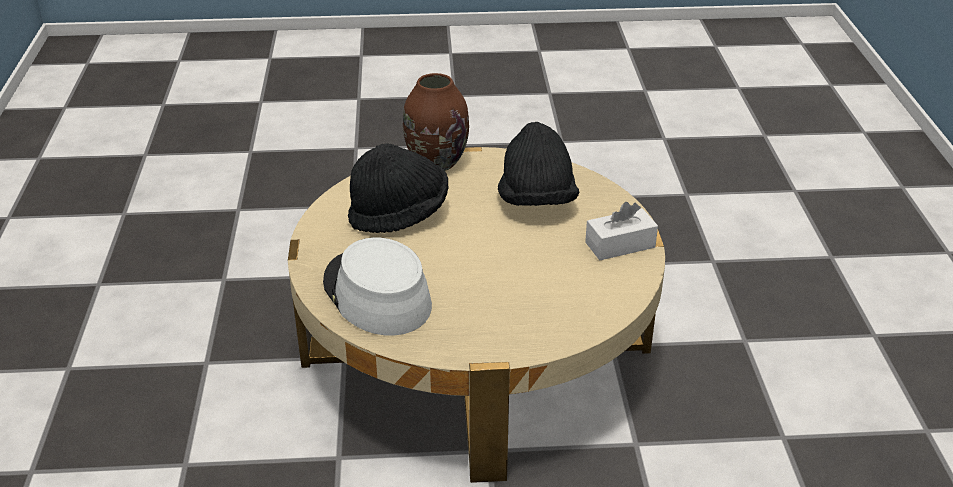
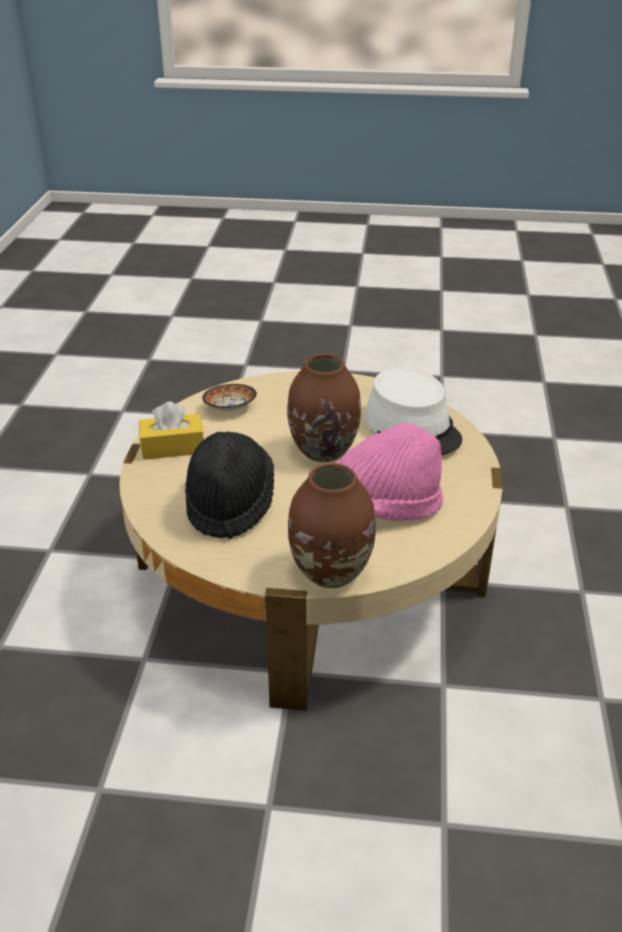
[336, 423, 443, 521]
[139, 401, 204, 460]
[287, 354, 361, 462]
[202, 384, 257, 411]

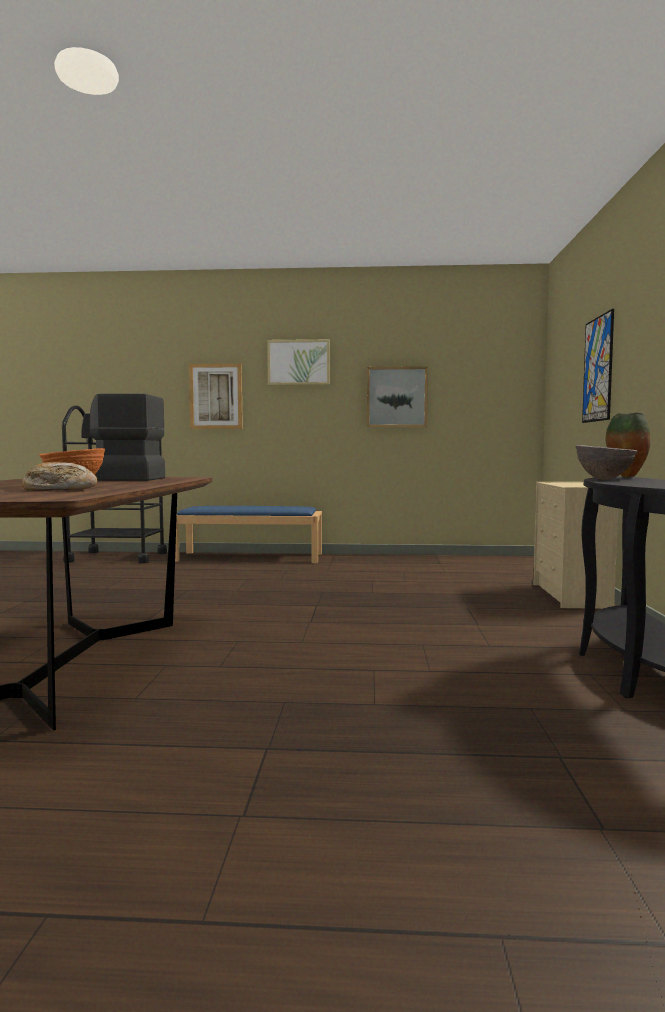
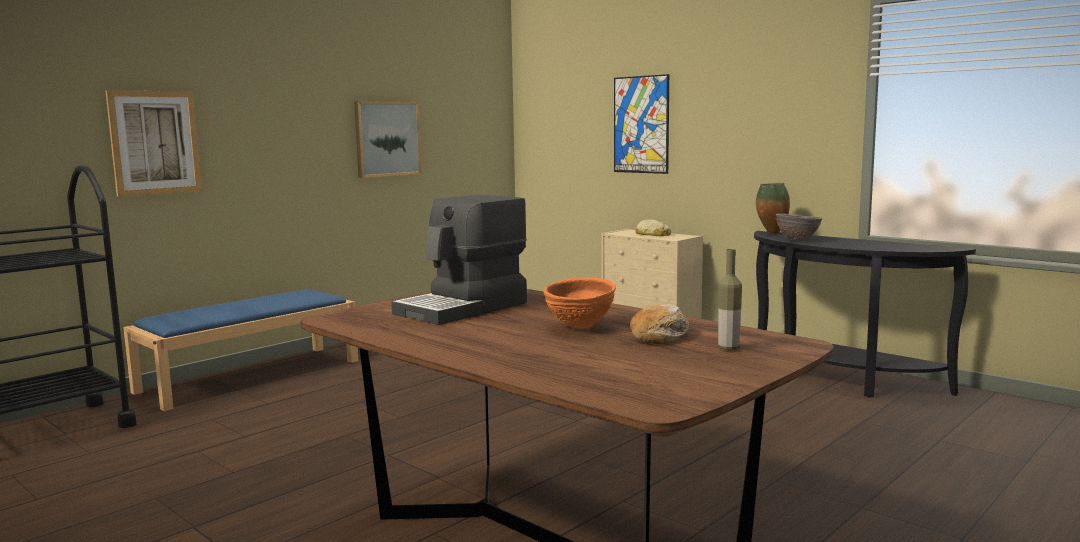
[267, 339, 330, 385] (first image)
[636, 220, 671, 236]
[718, 249, 742, 350]

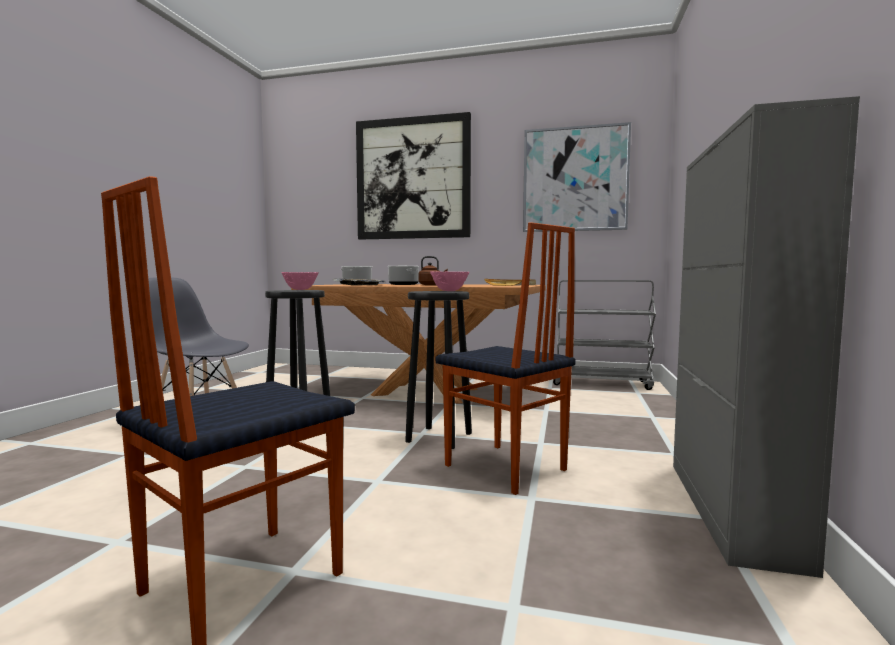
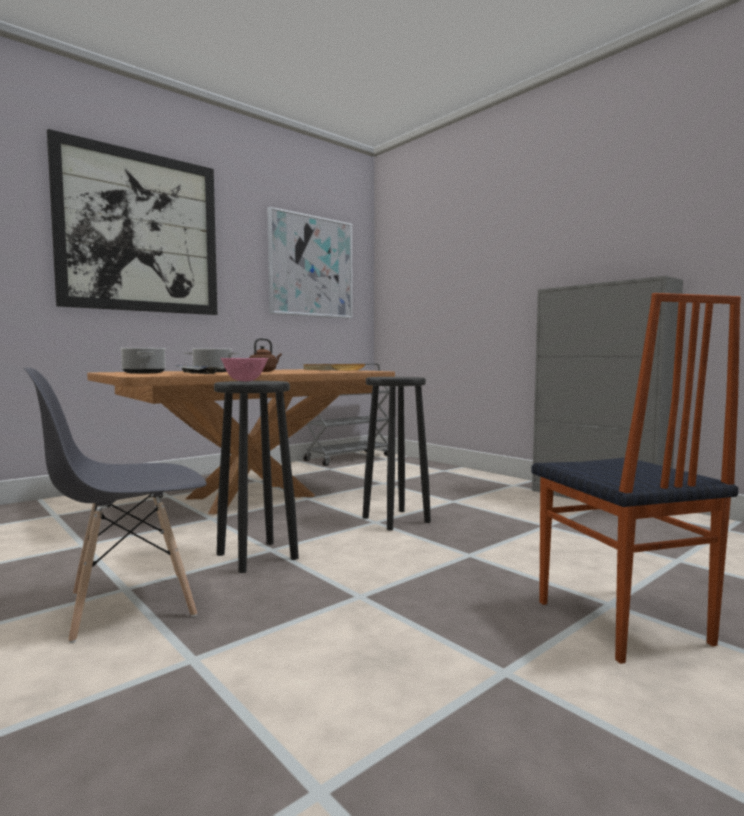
[436, 222, 576, 495] (first image)
[430, 272, 469, 291] (first image)

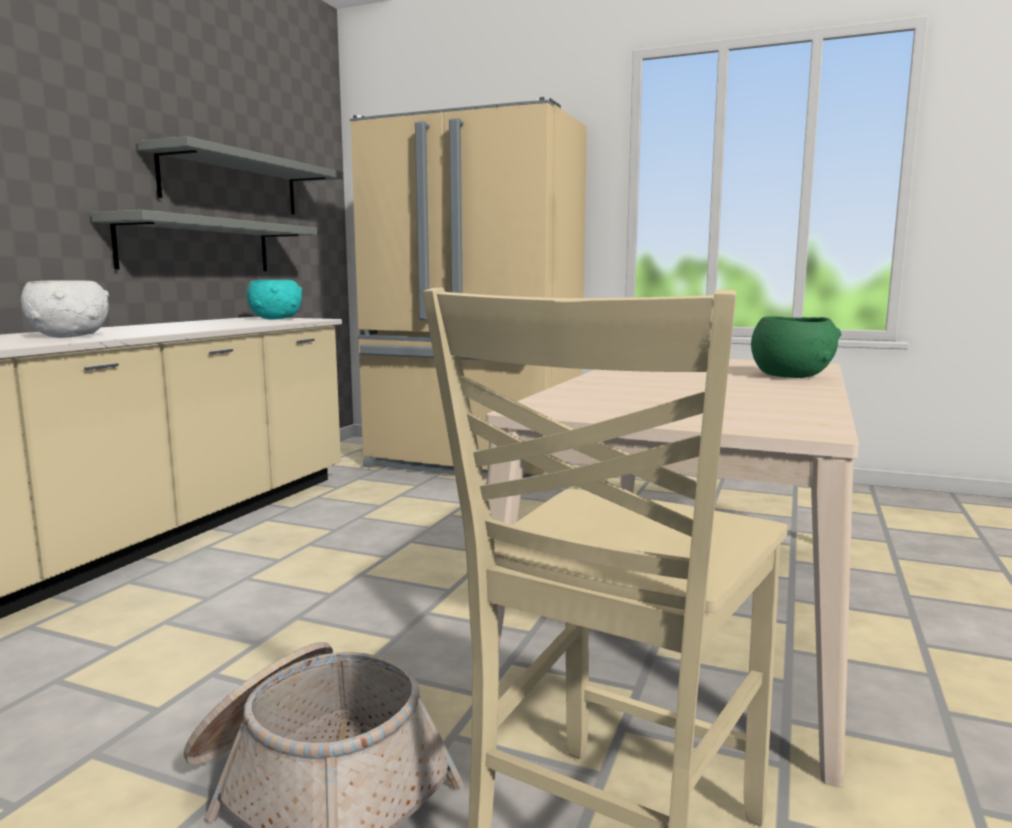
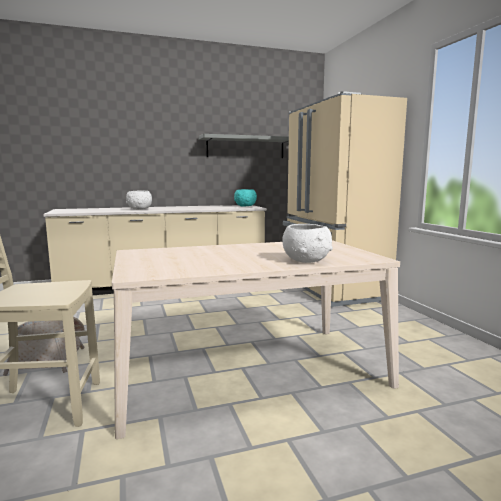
[91, 210, 317, 271] (first image)
[283, 224, 333, 263]

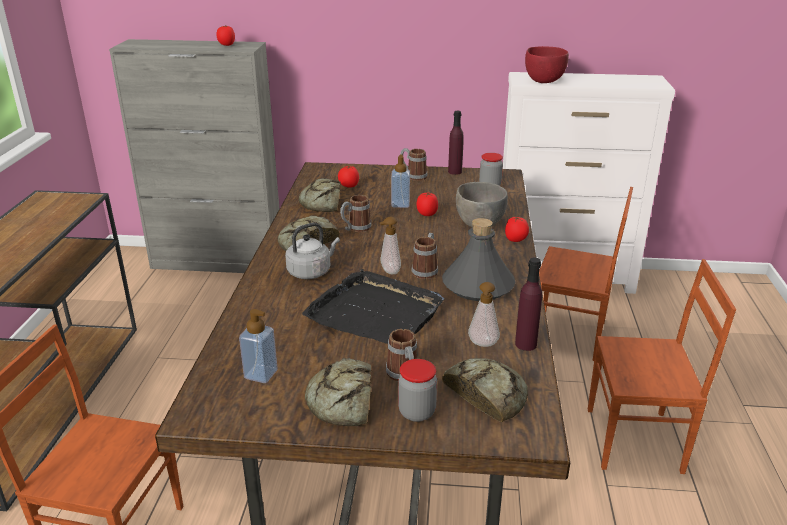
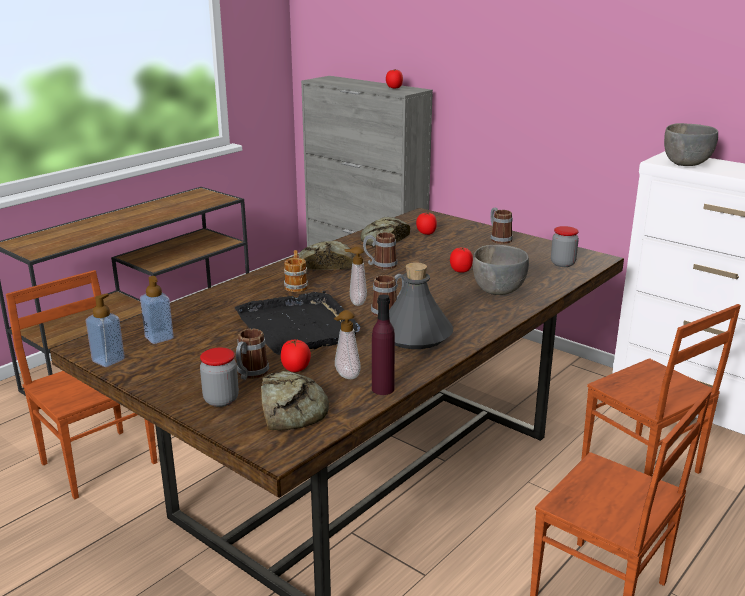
[664, 123, 718, 166]
[448, 111, 464, 175] (first image)
[86, 293, 125, 367]
[281, 339, 311, 372]
[284, 250, 308, 292]
[305, 358, 372, 426] (first image)

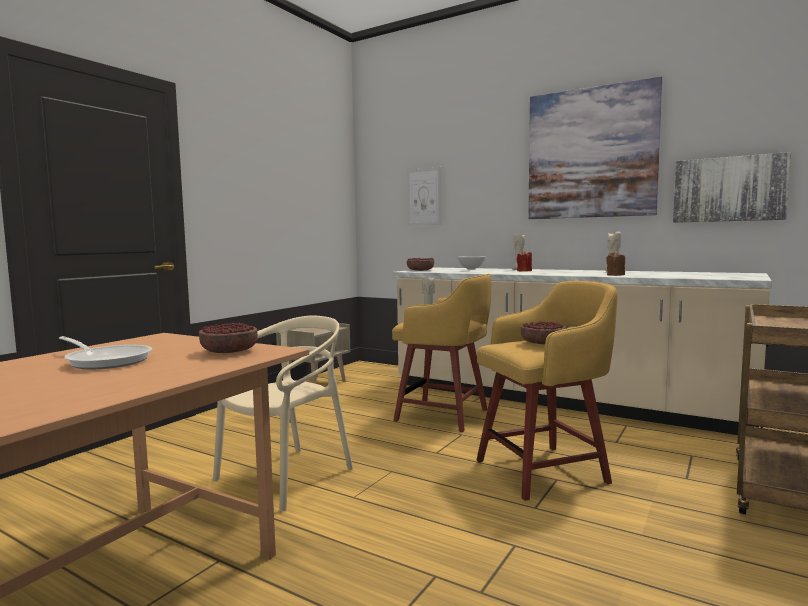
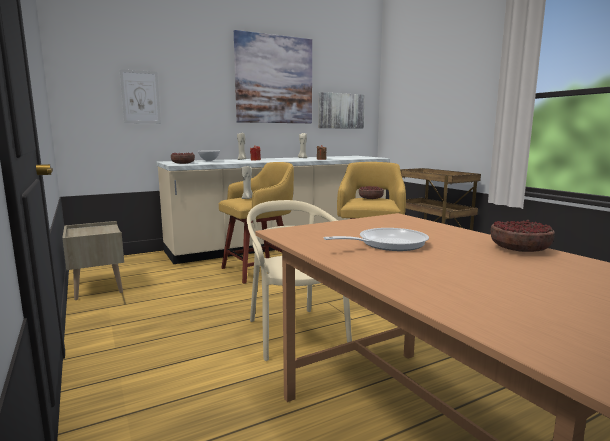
[491, 220, 555, 252]

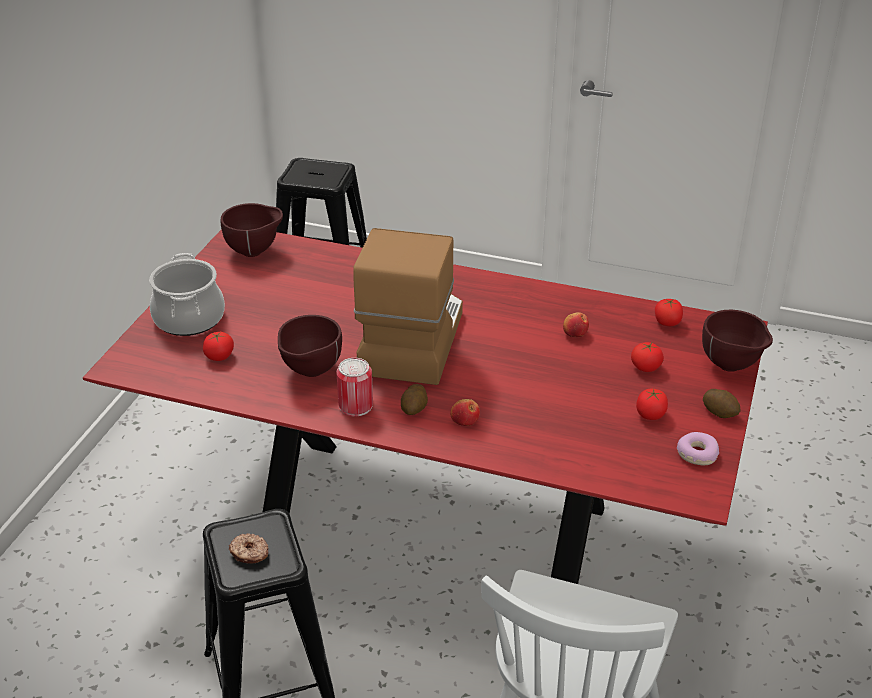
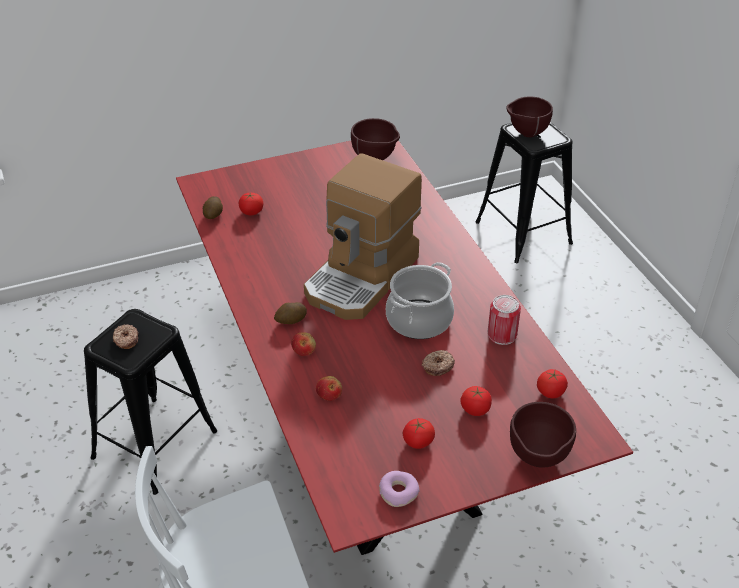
[304, 153, 422, 320]
[386, 262, 454, 339]
[316, 376, 342, 401]
[507, 97, 553, 137]
[488, 295, 521, 345]
[203, 196, 223, 219]
[422, 350, 455, 376]

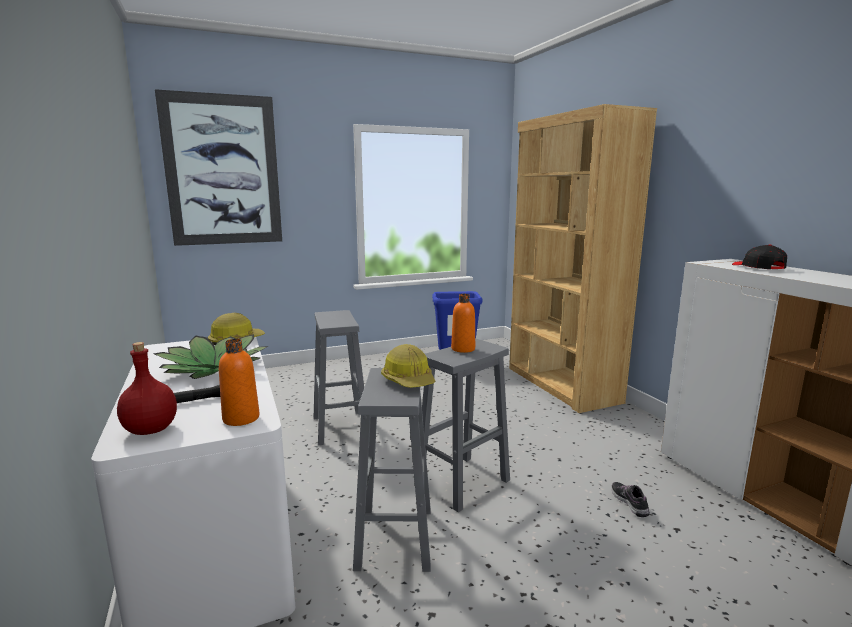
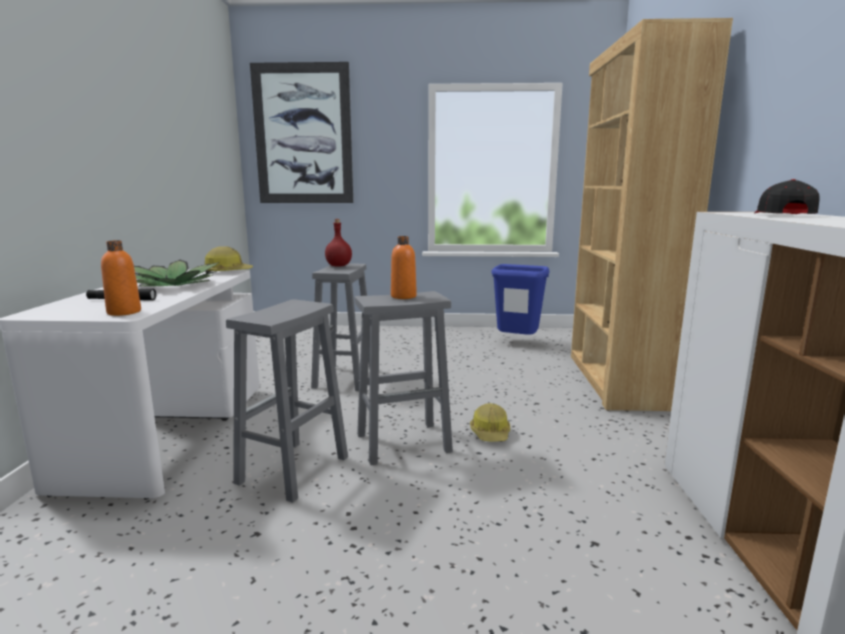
[325, 219, 352, 267]
[470, 403, 510, 442]
[611, 482, 650, 517] (first image)

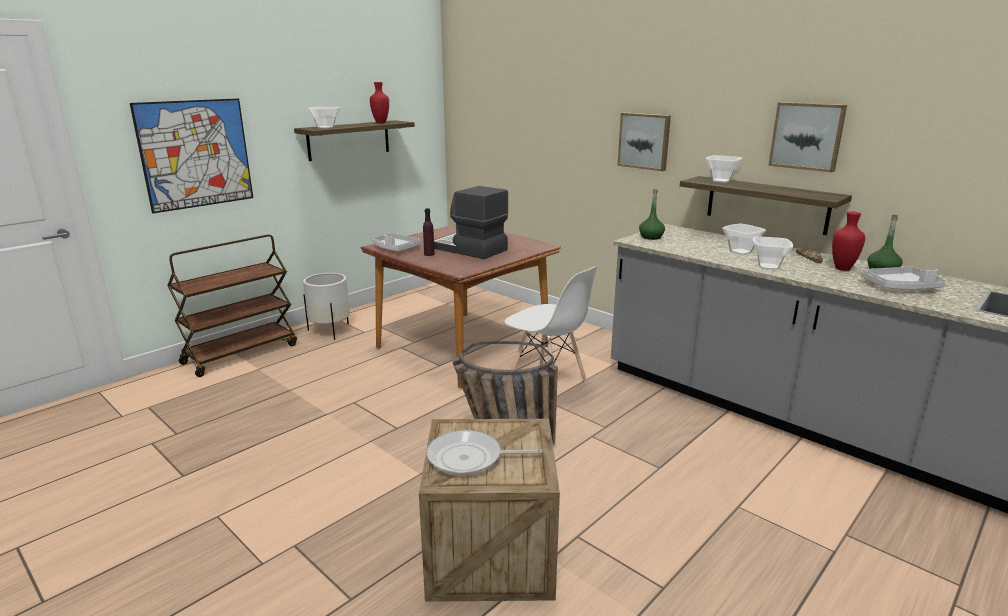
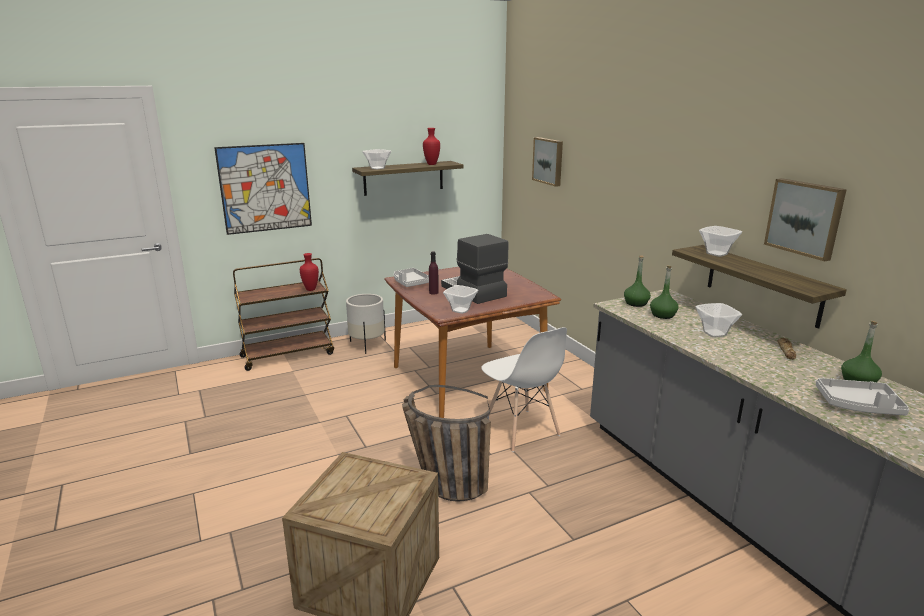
[532, 137, 563, 187]
[300, 253, 319, 291]
[443, 285, 478, 314]
[426, 430, 542, 476] (first image)
[650, 265, 679, 319]

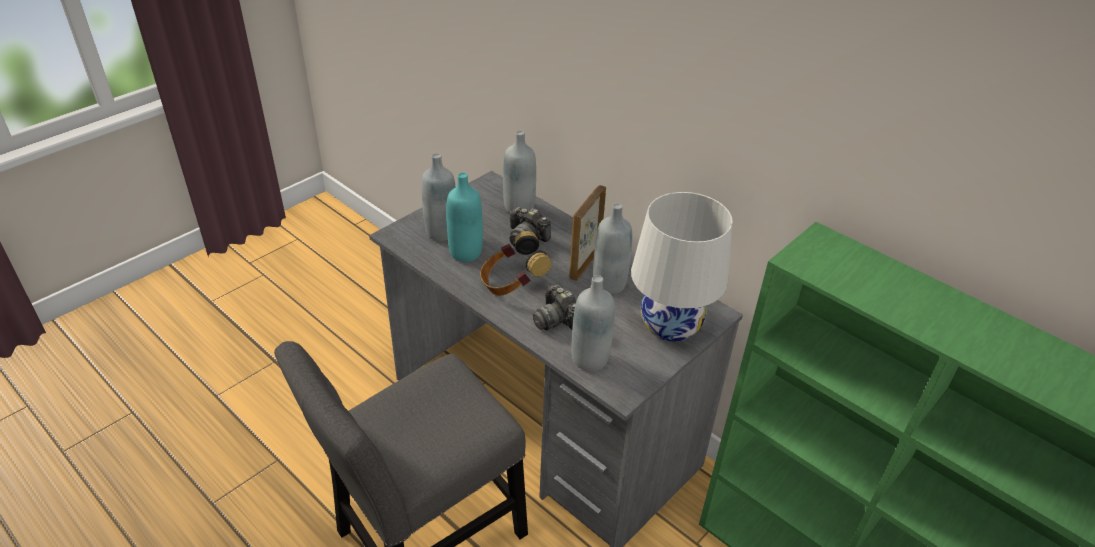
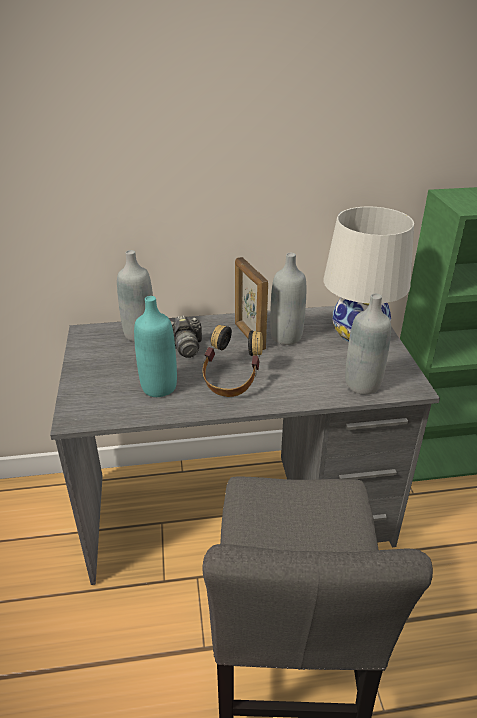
[421, 153, 456, 241] (first image)
[533, 284, 576, 331] (first image)

